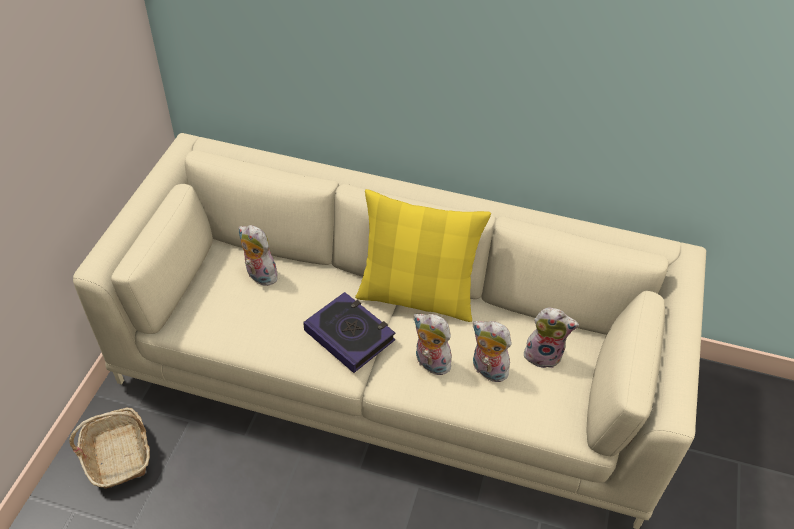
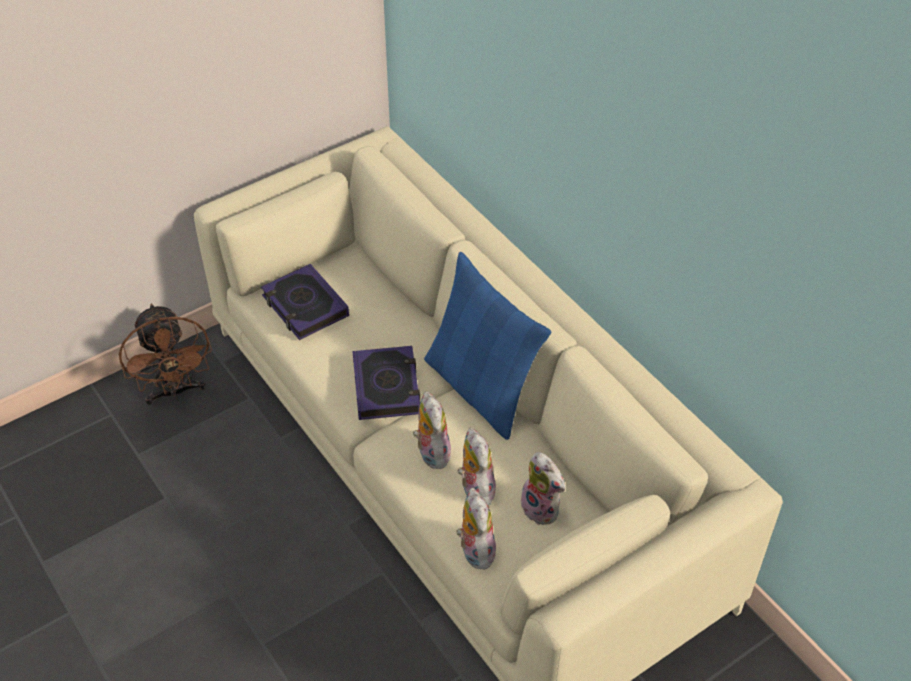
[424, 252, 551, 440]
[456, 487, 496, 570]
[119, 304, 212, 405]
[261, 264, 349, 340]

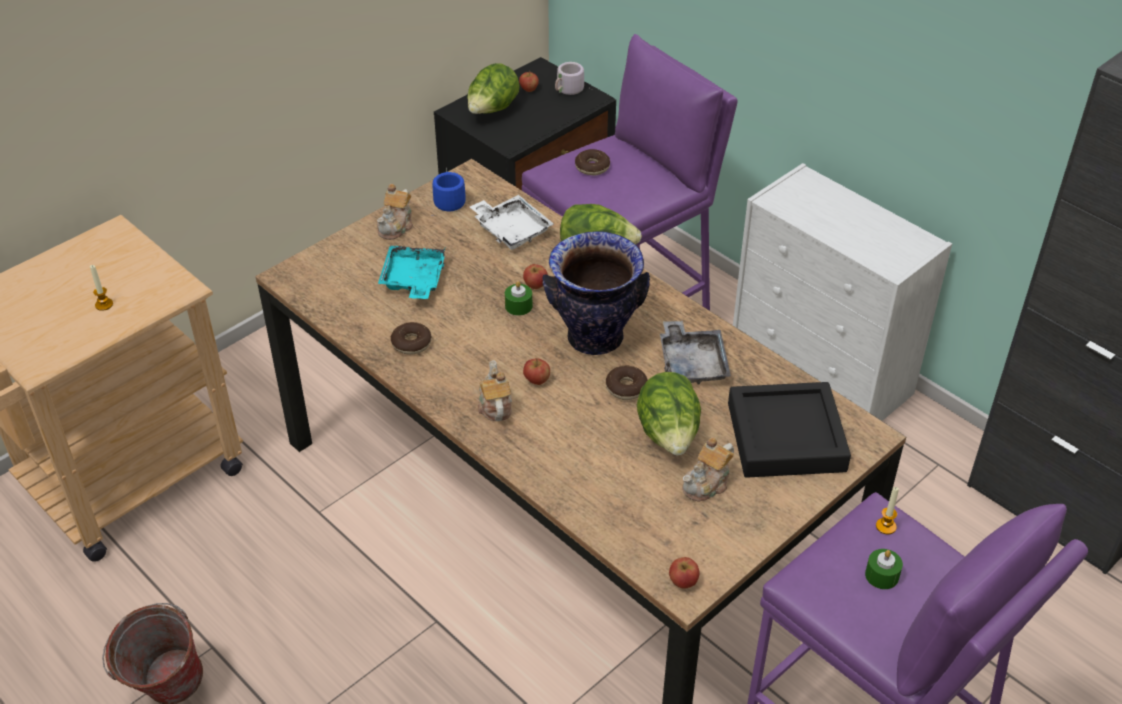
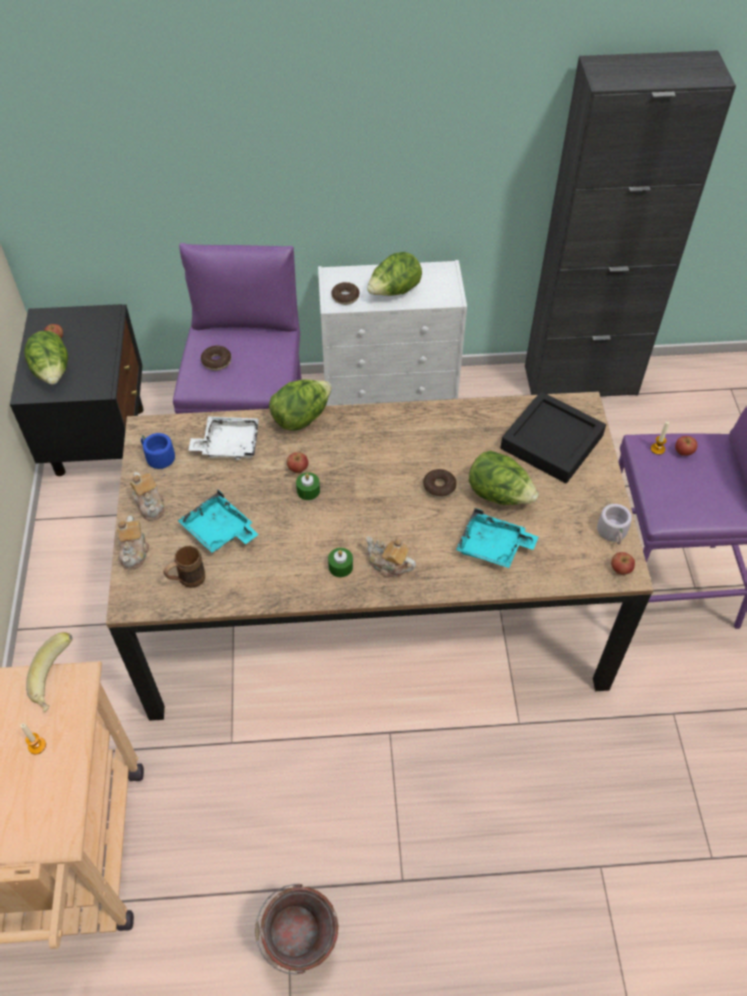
[597, 504, 632, 545]
[542, 231, 650, 355] (first image)
[660, 321, 731, 385] (first image)
[331, 282, 359, 305]
[675, 436, 698, 456]
[117, 516, 149, 569]
[328, 548, 353, 577]
[367, 252, 422, 296]
[456, 508, 538, 568]
[163, 546, 205, 588]
[26, 632, 73, 712]

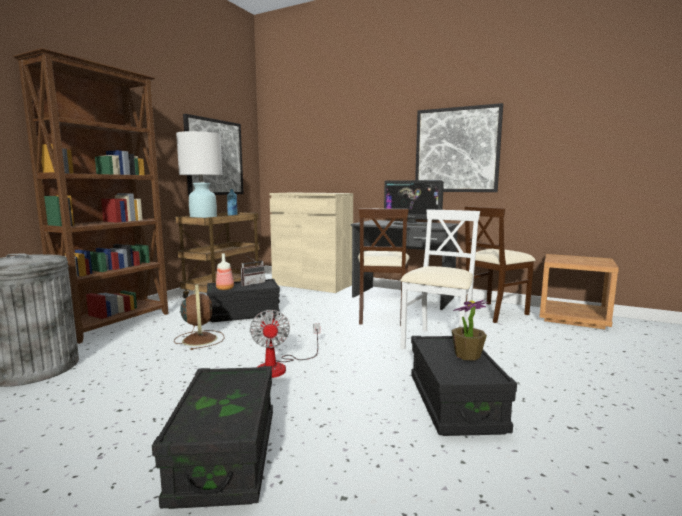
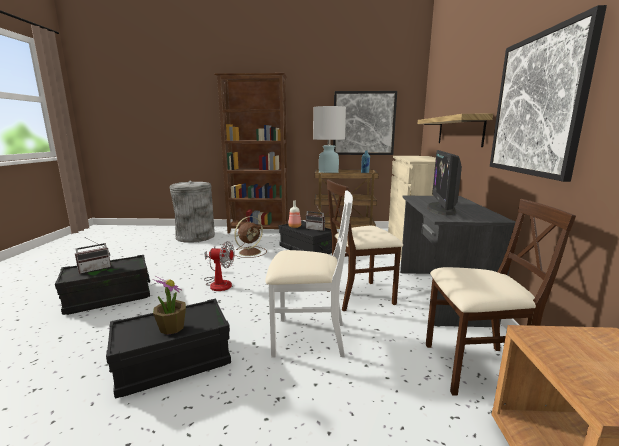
[426, 199, 576, 396]
[204, 241, 235, 291]
[418, 114, 493, 147]
[75, 237, 111, 274]

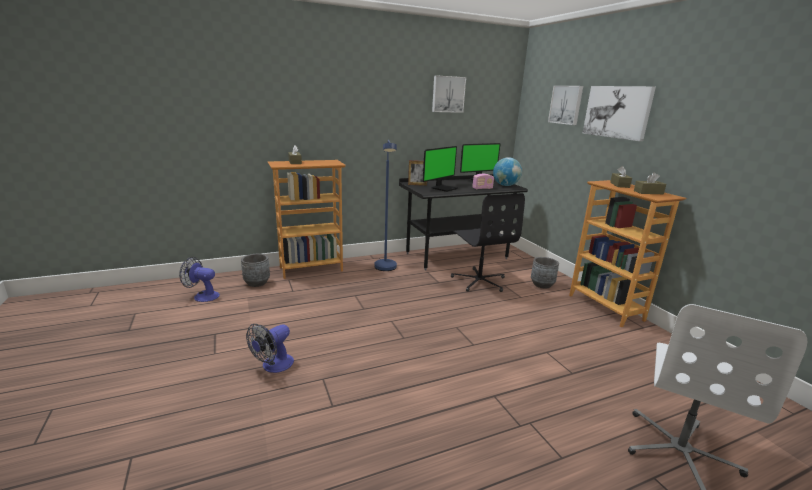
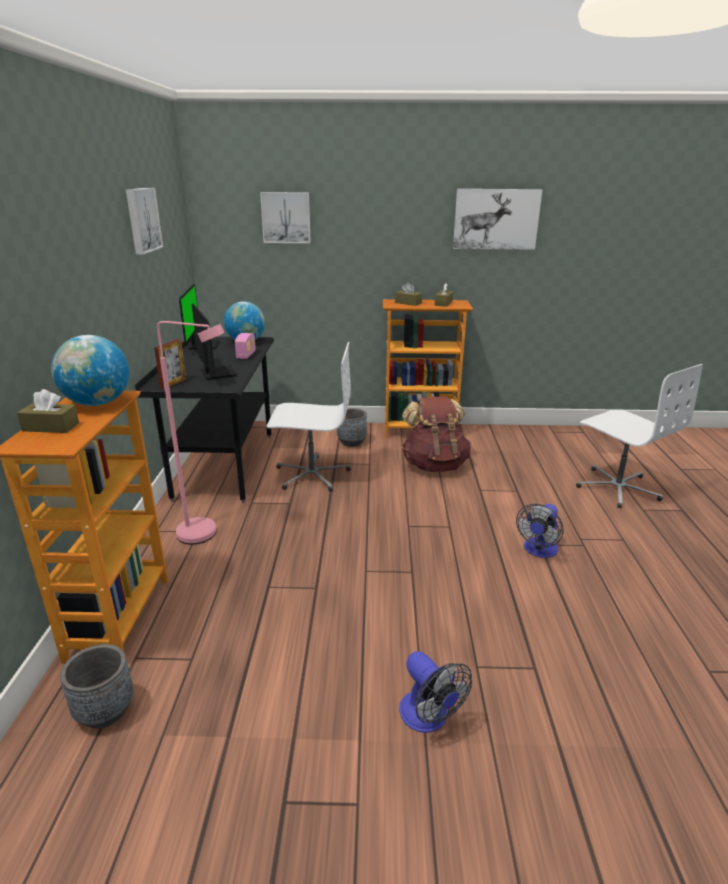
[453, 189, 542, 250]
[157, 321, 225, 544]
[266, 342, 351, 492]
[516, 504, 564, 558]
[51, 335, 129, 406]
[401, 396, 471, 472]

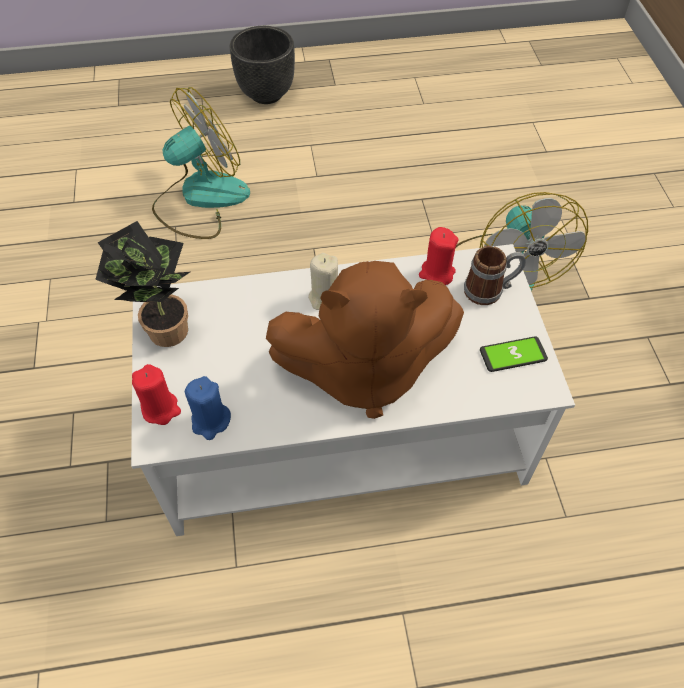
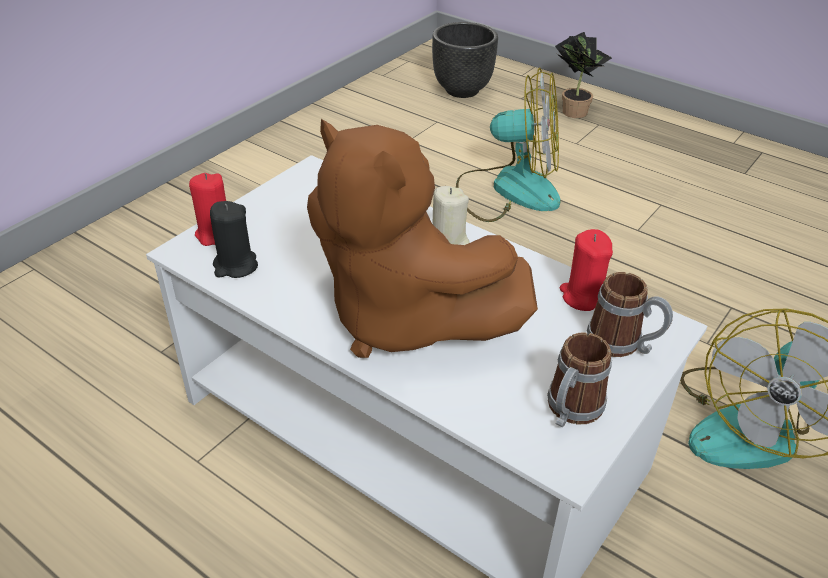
[432, 22, 498, 98]
[555, 32, 612, 118]
[547, 332, 612, 427]
[210, 201, 258, 278]

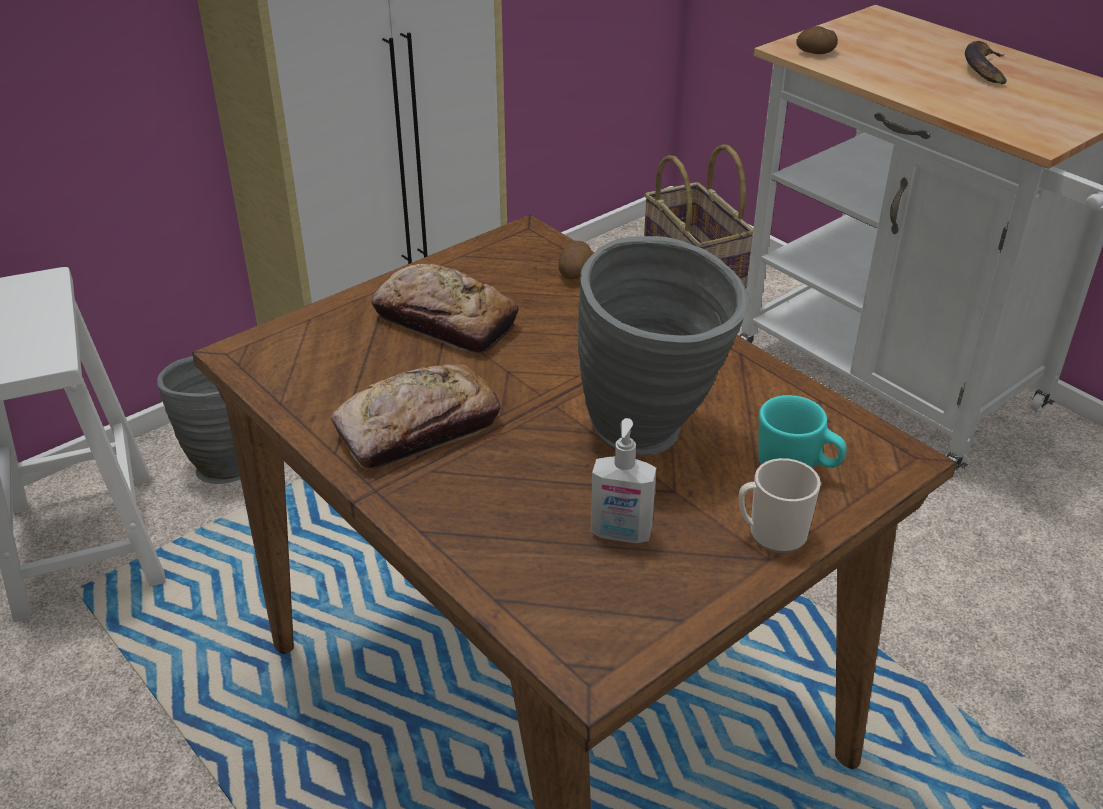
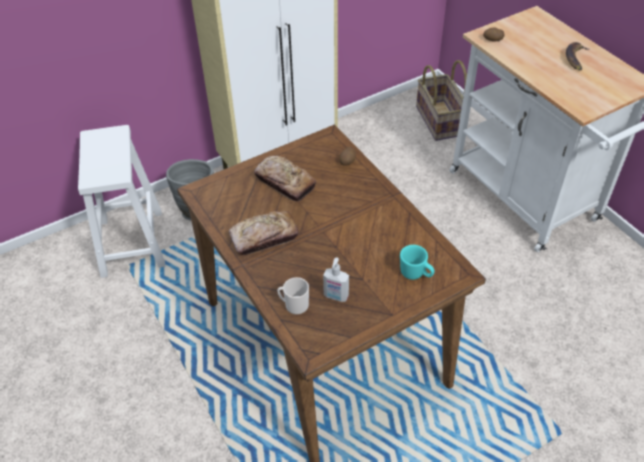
[578, 236, 750, 455] (first image)
[277, 277, 309, 315]

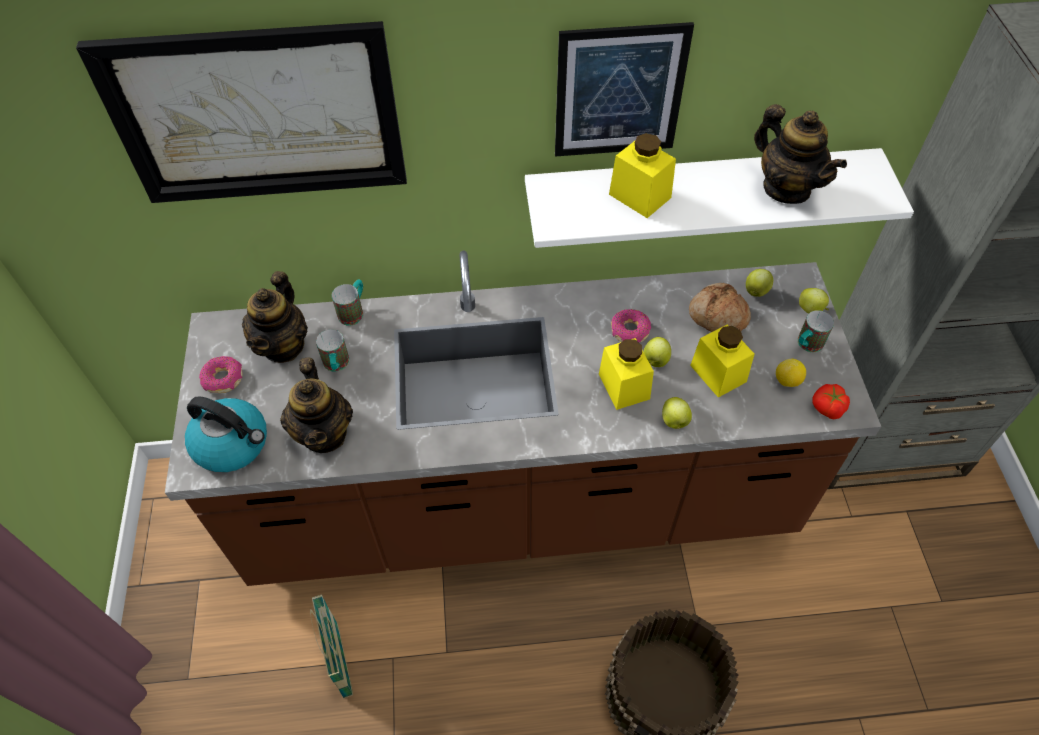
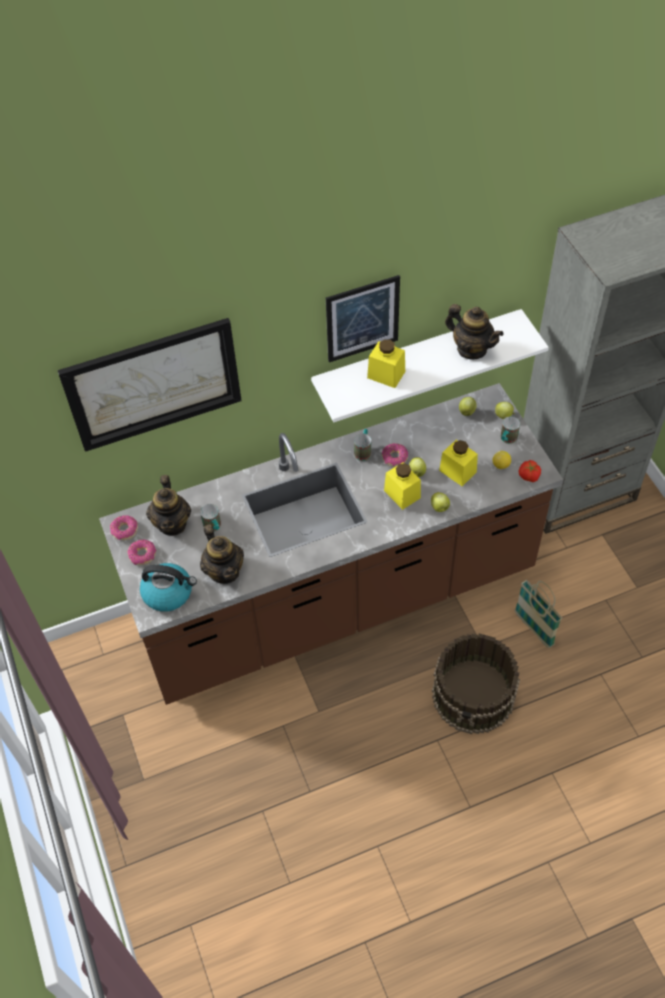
[354, 429, 371, 461]
[689, 283, 751, 332] (first image)
[514, 580, 563, 648]
[110, 515, 138, 540]

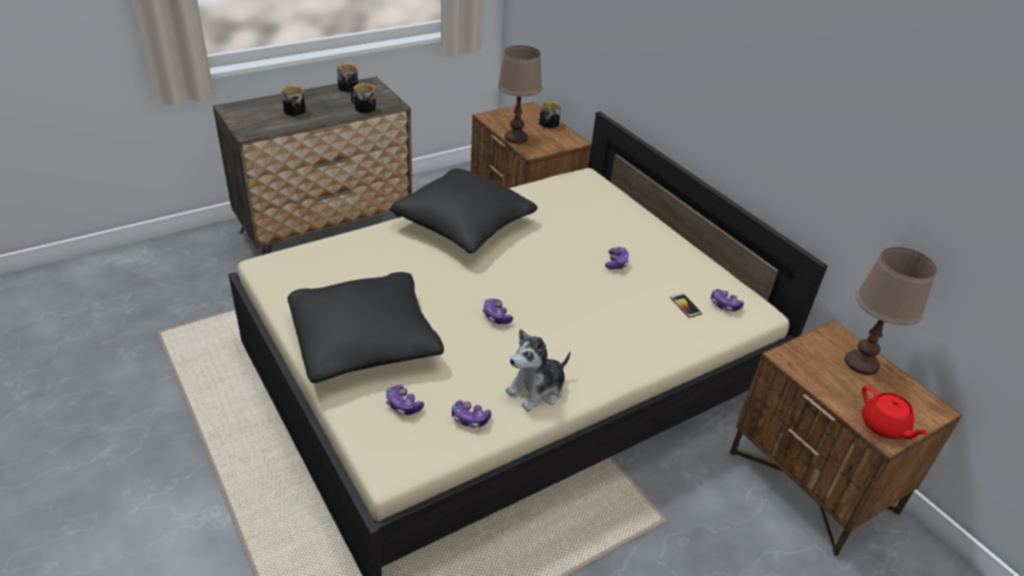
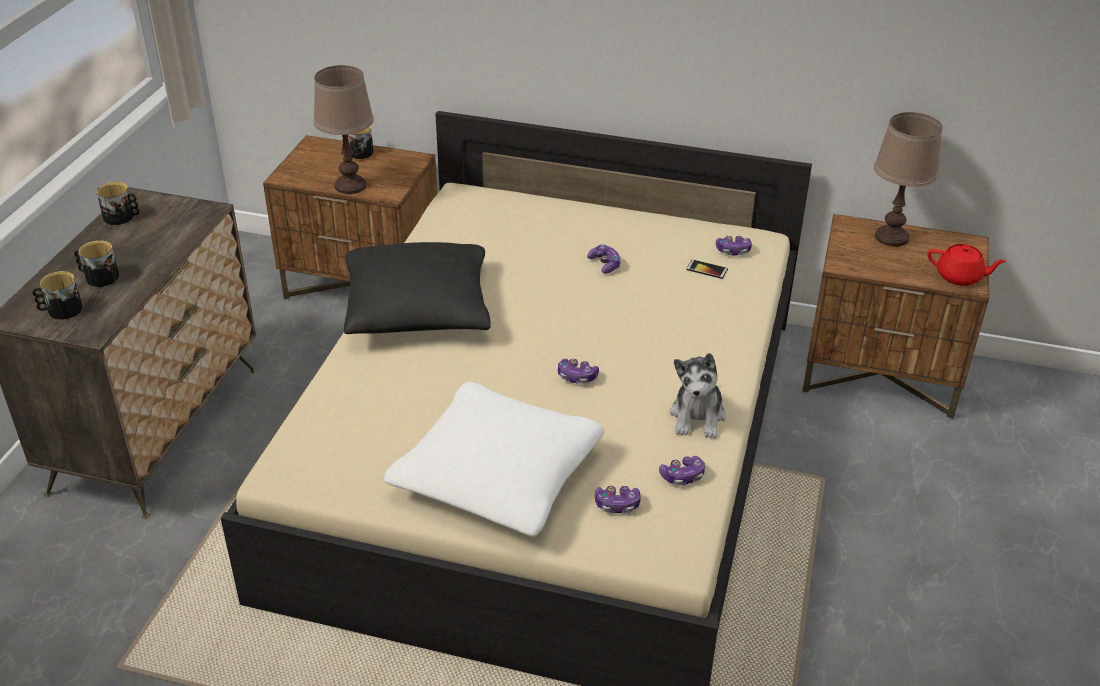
[32, 271, 83, 320]
[384, 382, 605, 537]

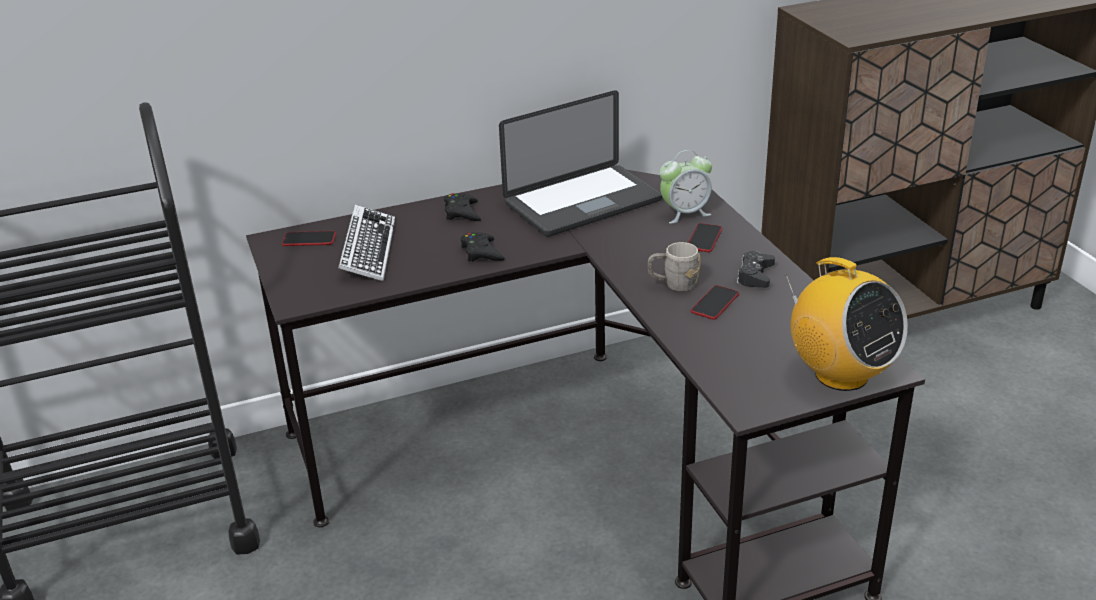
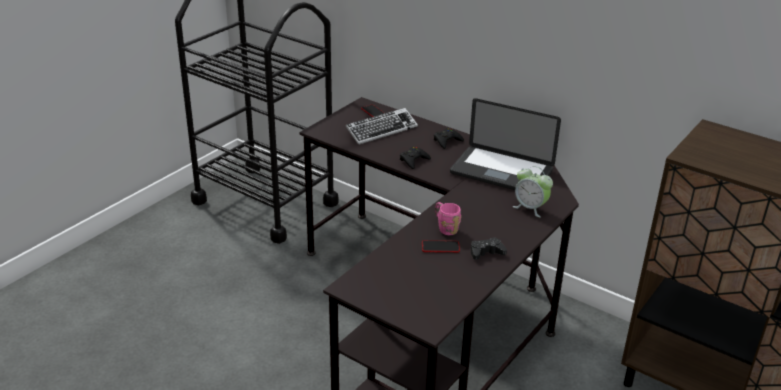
[688, 223, 722, 252] (first image)
[435, 202, 461, 235]
[786, 257, 908, 391] (first image)

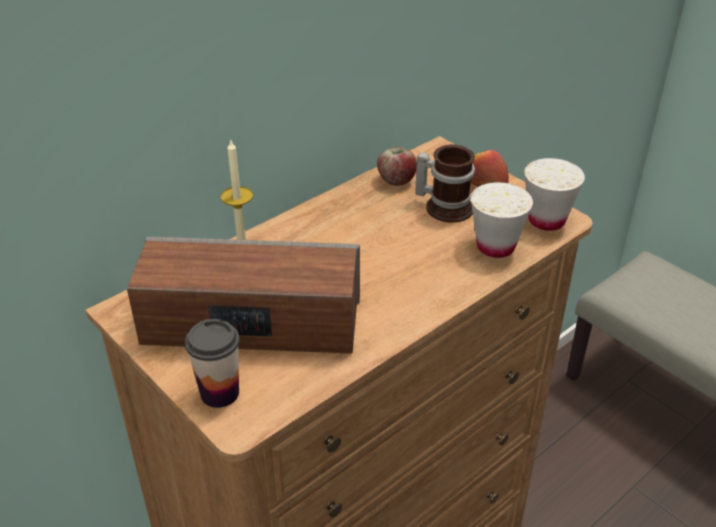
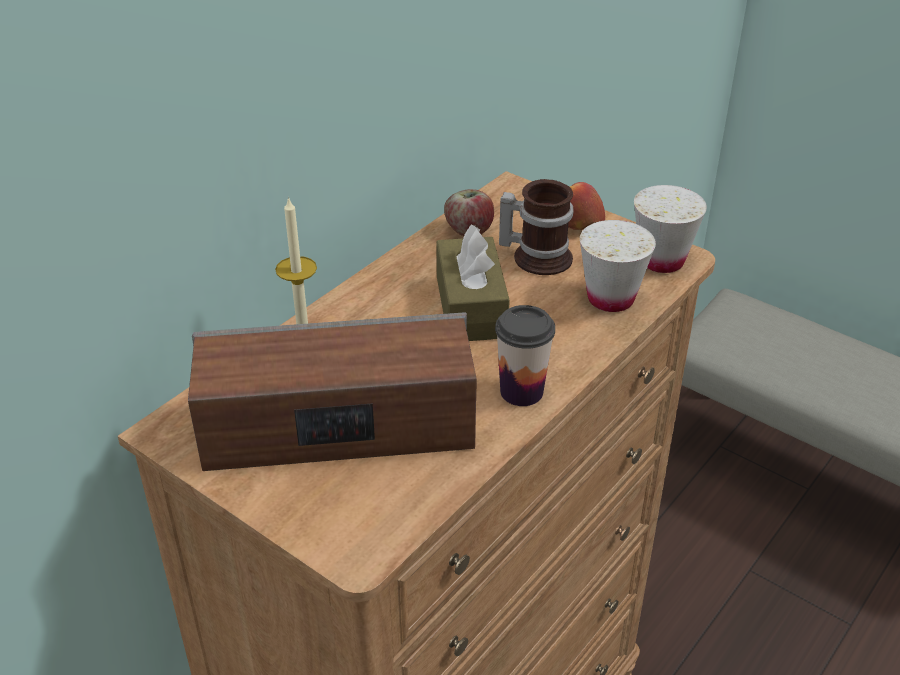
[495, 305, 555, 406]
[436, 224, 510, 341]

